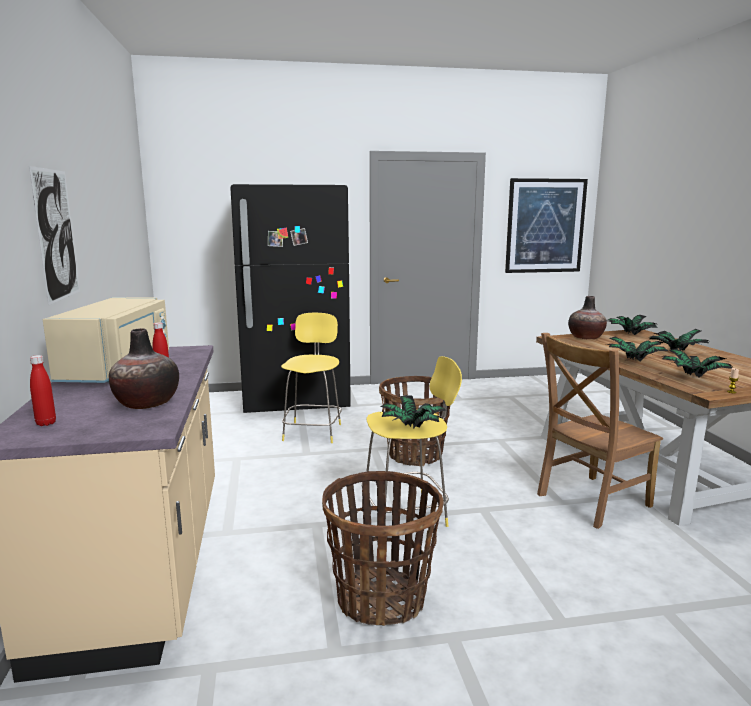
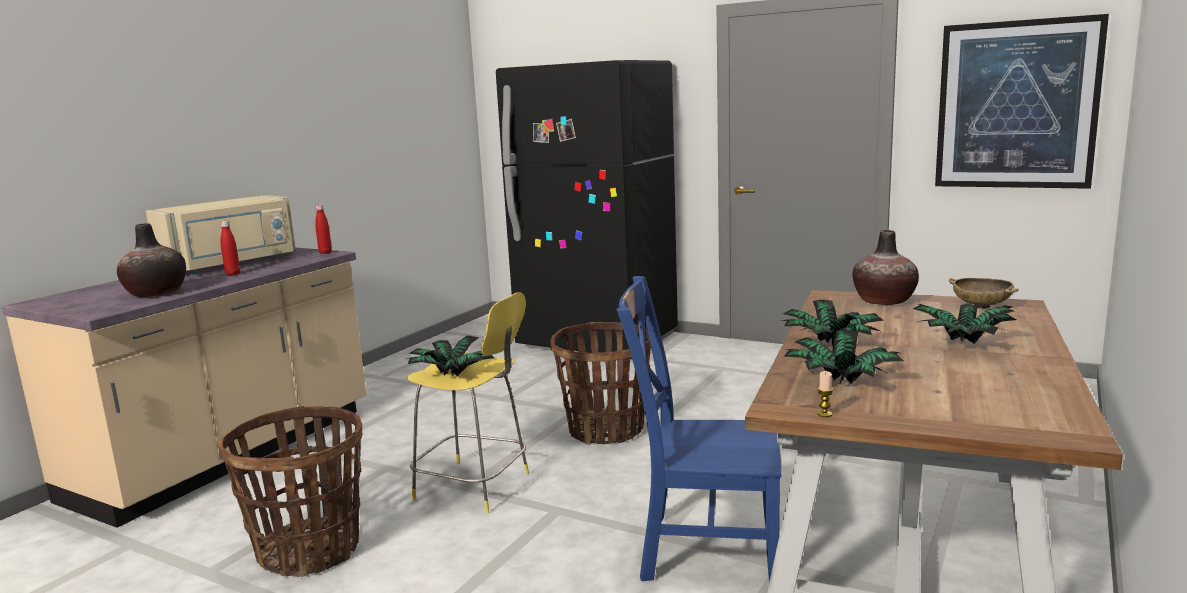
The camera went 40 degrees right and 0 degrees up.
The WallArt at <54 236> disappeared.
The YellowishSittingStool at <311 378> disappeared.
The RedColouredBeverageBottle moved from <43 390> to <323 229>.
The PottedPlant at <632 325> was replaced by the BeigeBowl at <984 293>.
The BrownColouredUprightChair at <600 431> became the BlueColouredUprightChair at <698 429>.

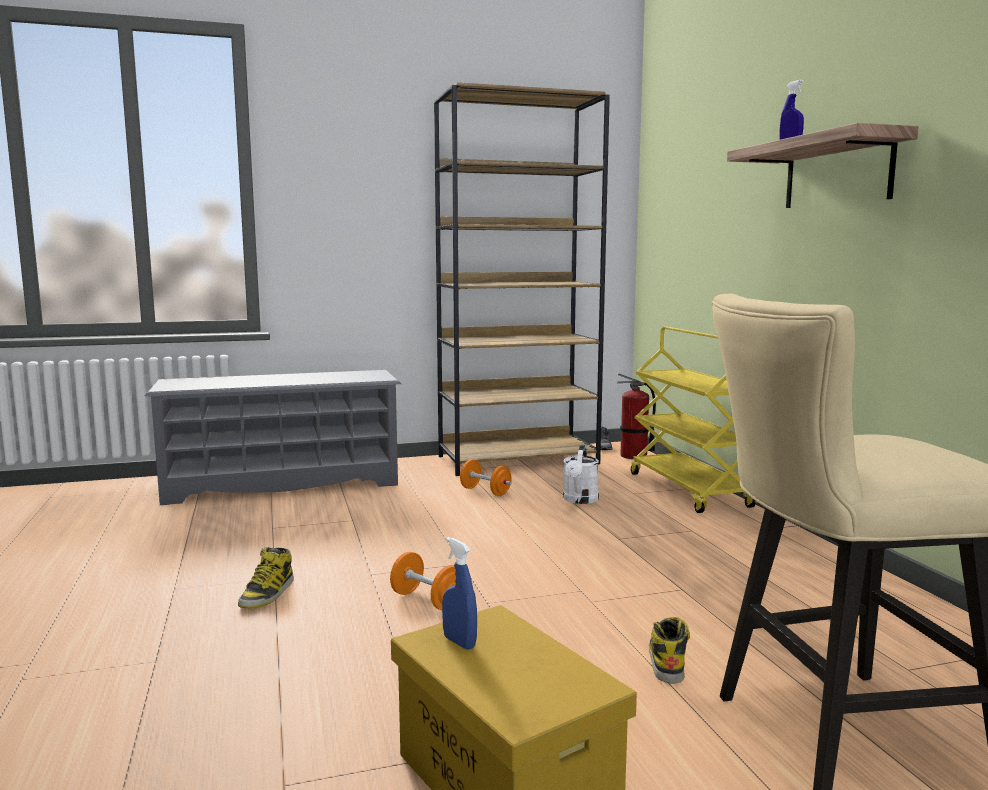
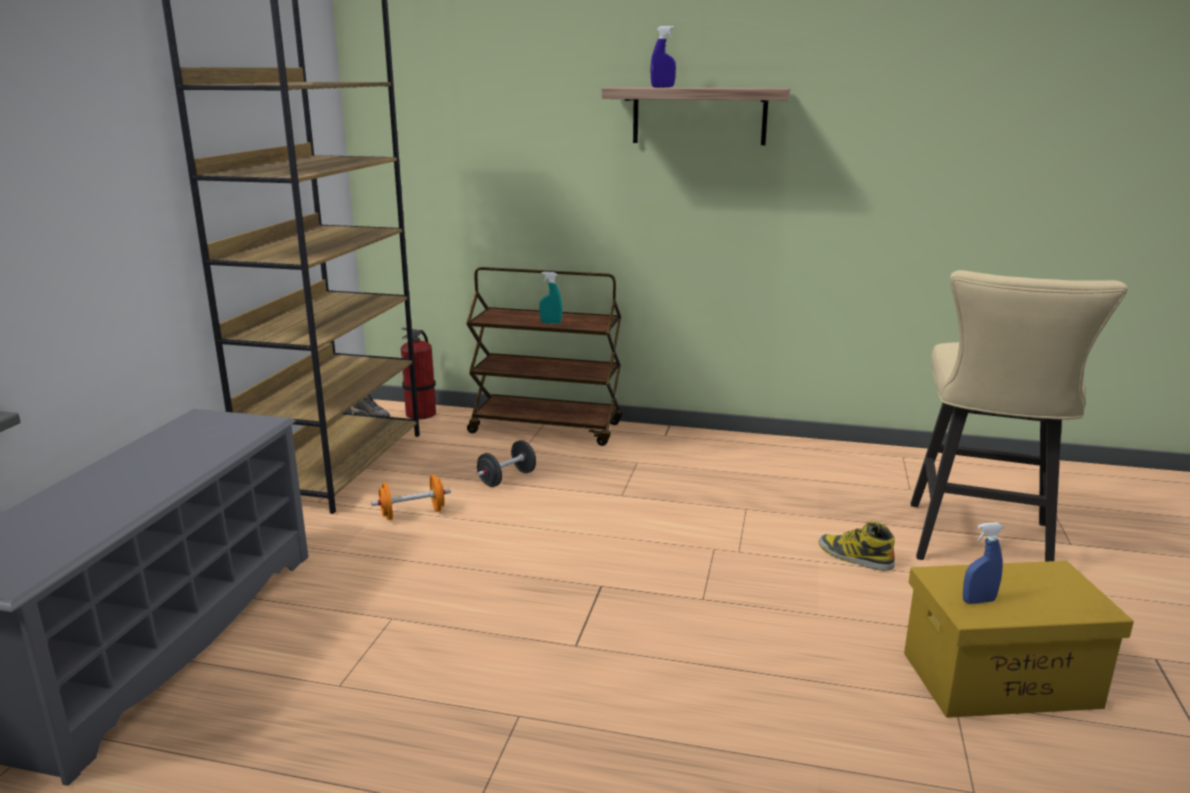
The camera went 60 degrees left and 10 degrees up.
The HighTopBoot at <266 578> disappeared.
The OrangeColouredHandWeight at <423 581> disappeared.
The TurquoiseColouredHandSprayer at <550 298> appeared.
The WhiteWateringPot at <581 474> was replaced by the BlackHandWeight at <506 463>.
The YellowishTrolley at <693 419> became the BrownColouredTrolley at <544 356>.

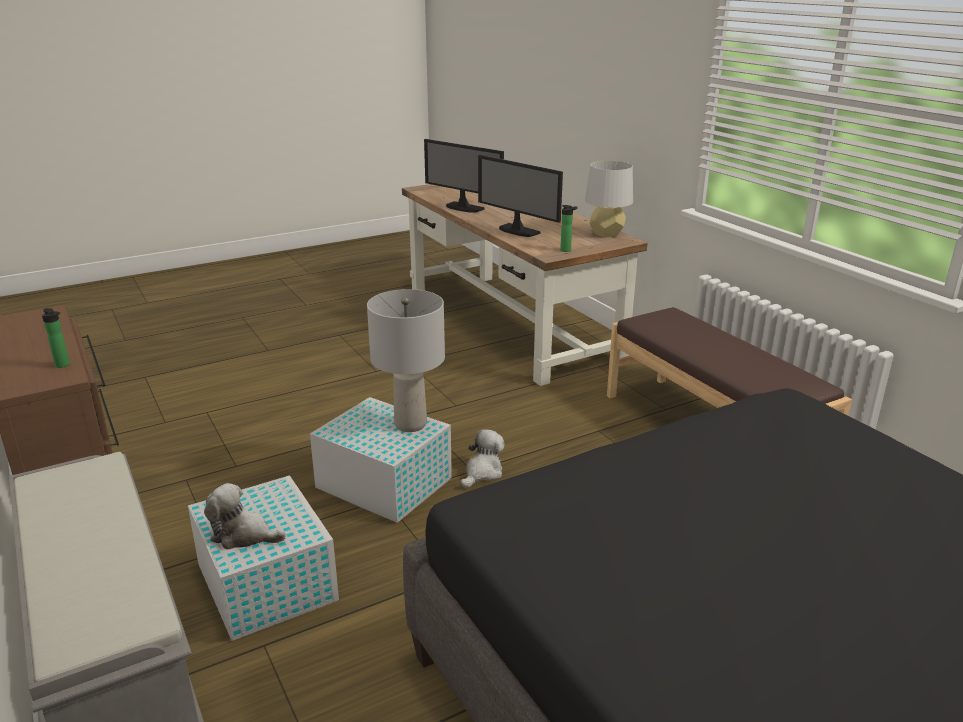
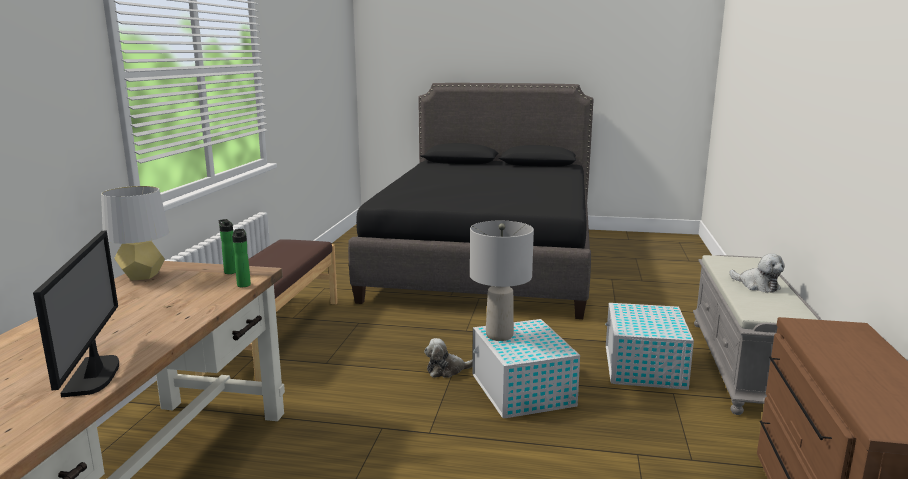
The camera went 140 degrees left and 10 degrees down.
The ComputerDisplay at <520 196> disappeared.
The BeverageBottle moved from <56 338> to <241 258>.
The PlushToy moved from <245 516> to <757 273>.

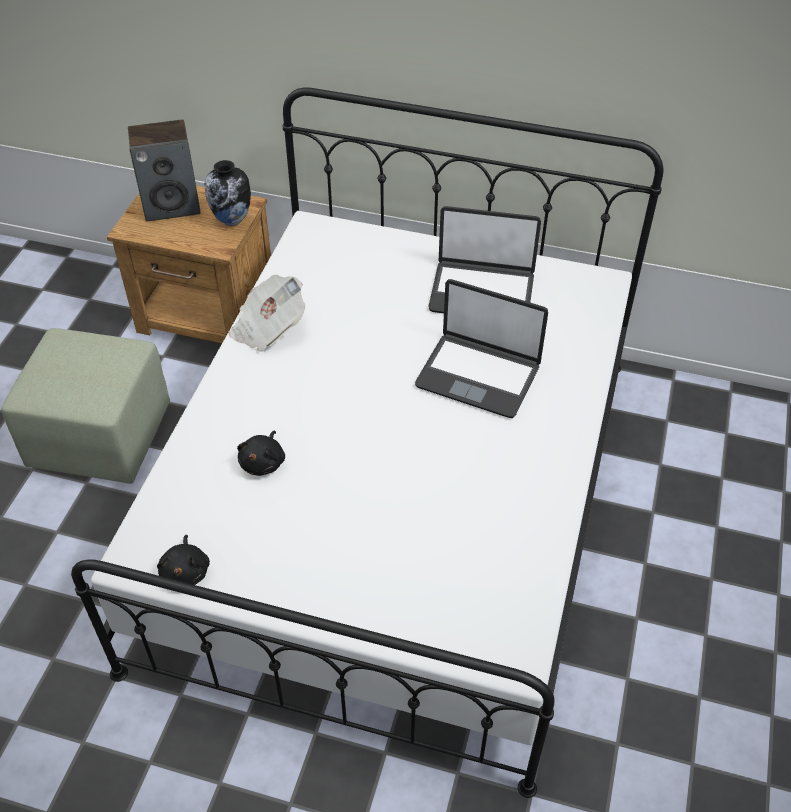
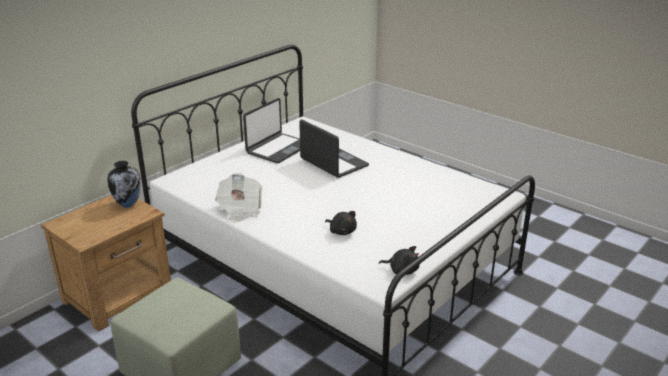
The camera went 65 degrees left and 20 degrees down.
The AudioSpeaker at <164 170> disappeared.
The NotebookComputer at <481 348> turned 90 degrees counterclockwise.

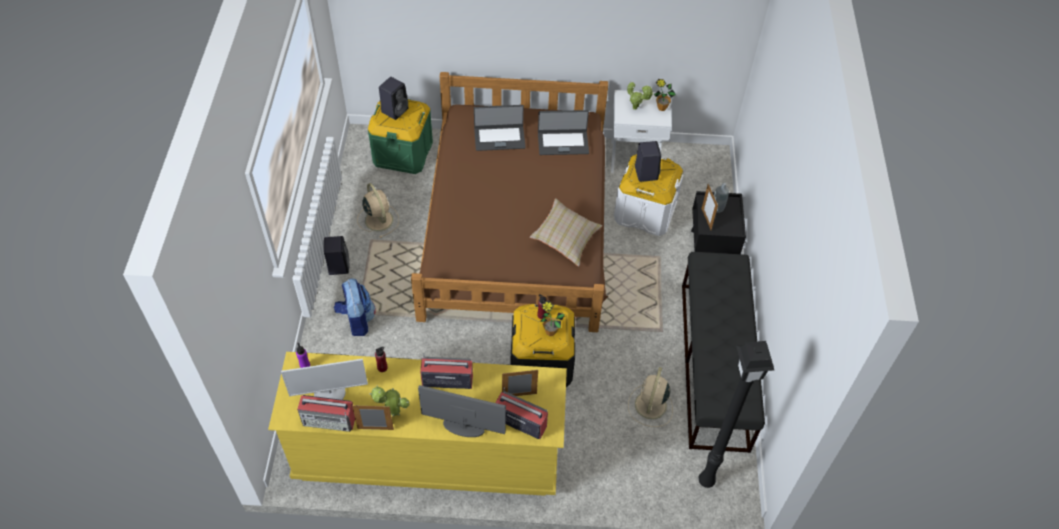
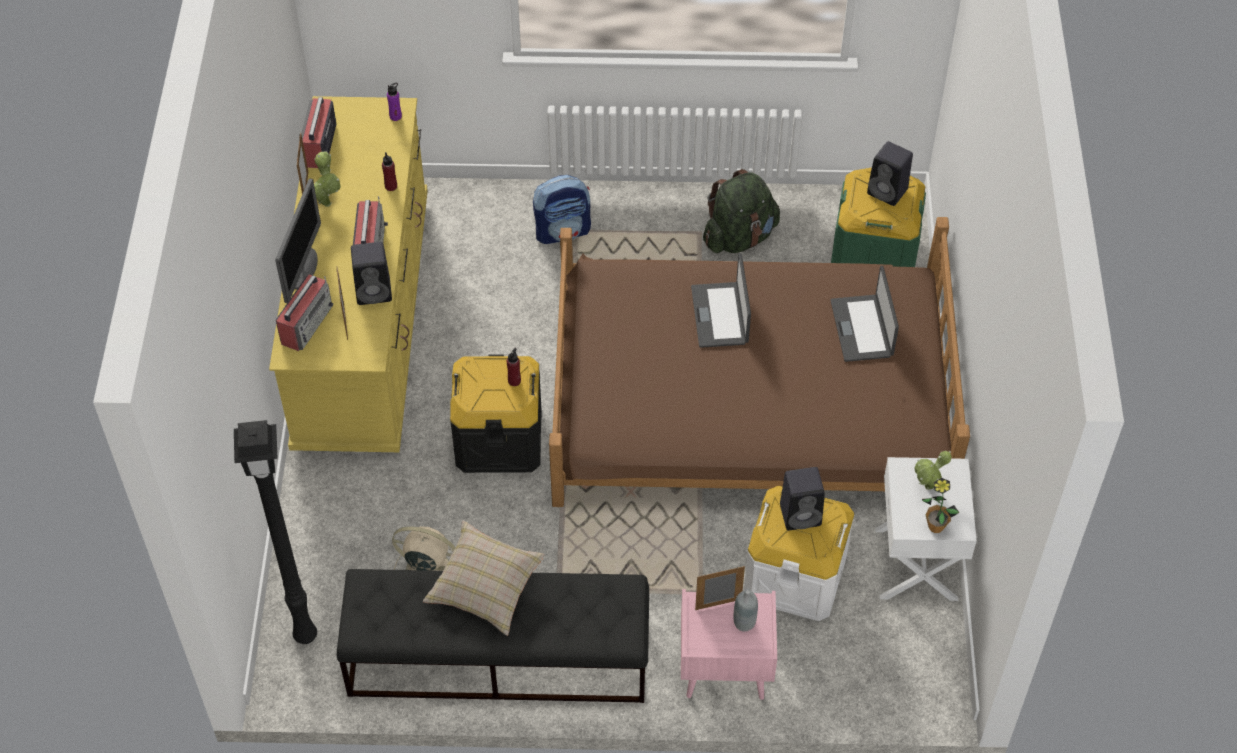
The camera went 90 degrees right and 0 degrees up.
The ComputerDisplay at <324 379> disappeared.
The PottedPlant at <552 318> disappeared.
The BlackAudioSpeaker moved from <336 255> to <371 273>.
The BeigeCushion moved from <566 232> to <484 578>.
The NotebookComputer moved from <563 132> to <721 300>.
The BeigeCoolingFan at <378 210> was replaced by the GreenColouredBackpack at <741 211>.
The BlackBedsideTable at <718 222> became the PinkColouredBedsideTable at <729 644>.

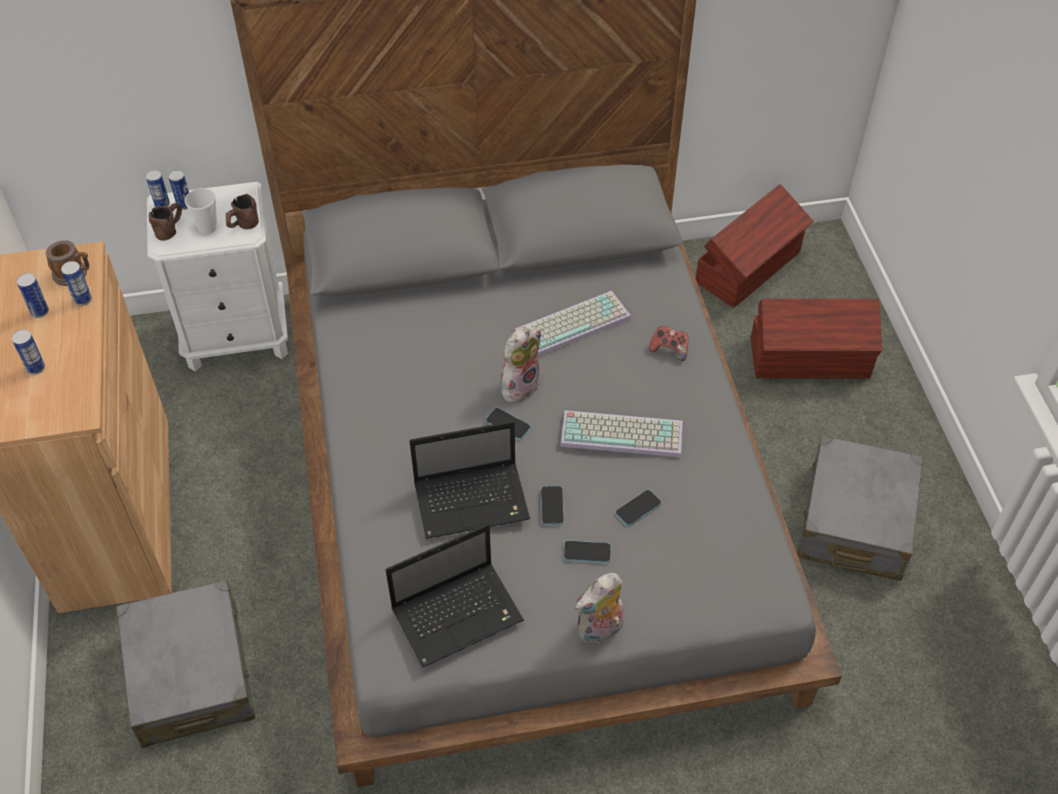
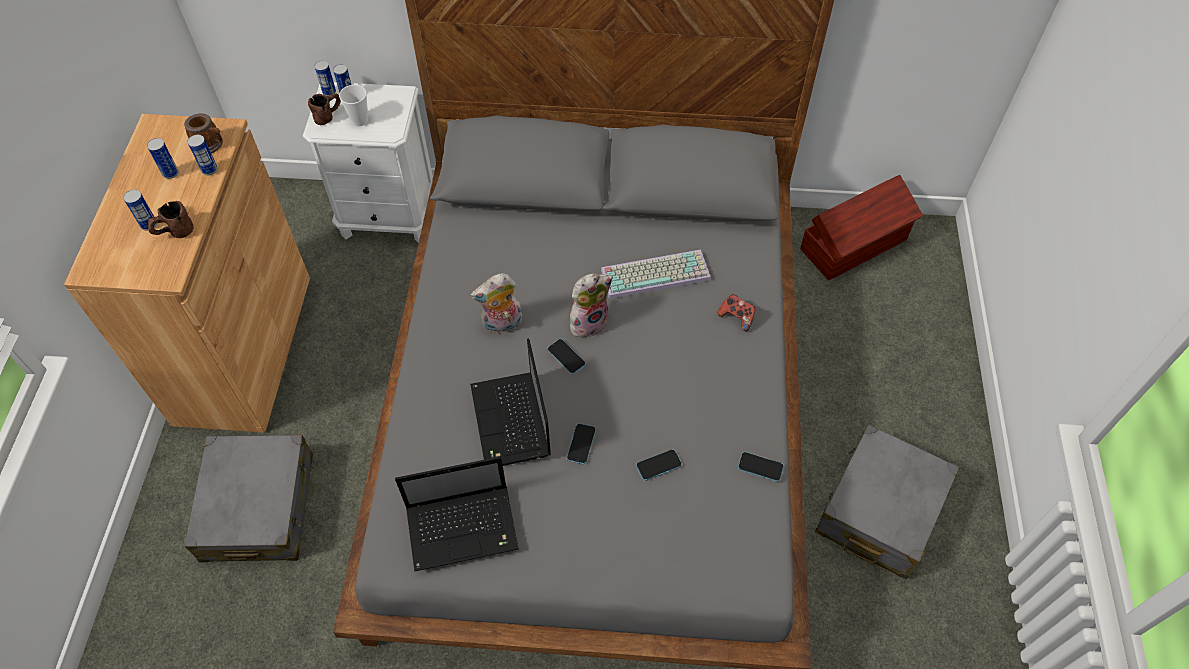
The camera went 15 degrees right and 5 degrees up.
The Keyboard at <621 433> disappeared.
The BrownColouredStorageBox at <816 338> disappeared.
The BrownColouredMug moved from <242 211> to <171 219>.
The Phone moved from <587 551> to <761 467>.
The PlushToy moved from <599 608> to <496 303>.
The NotebookComputer at <469 480> turned 75 degrees clockwise.

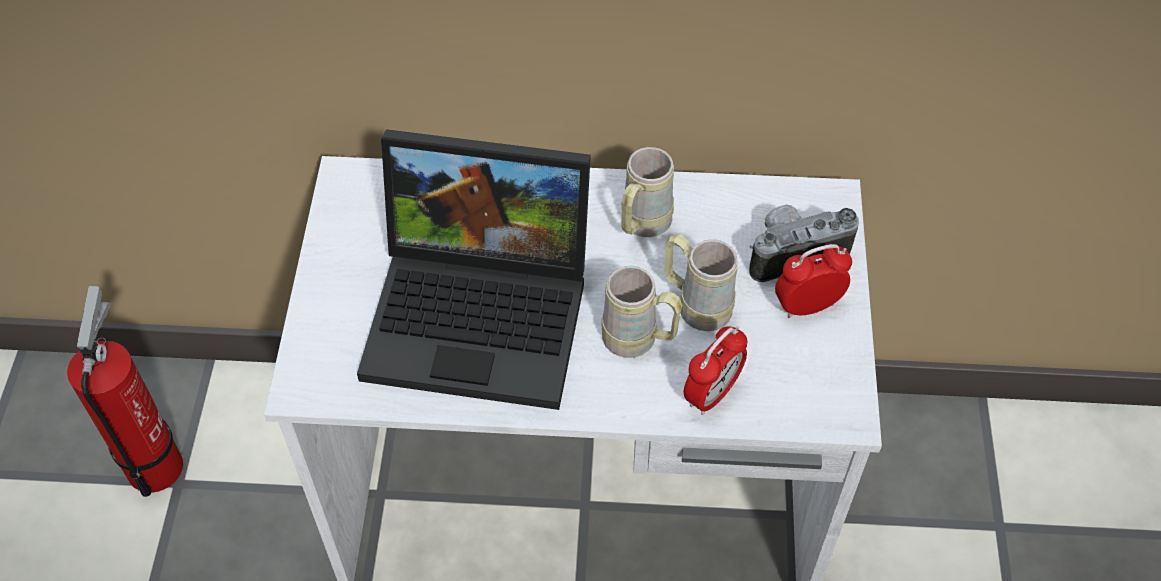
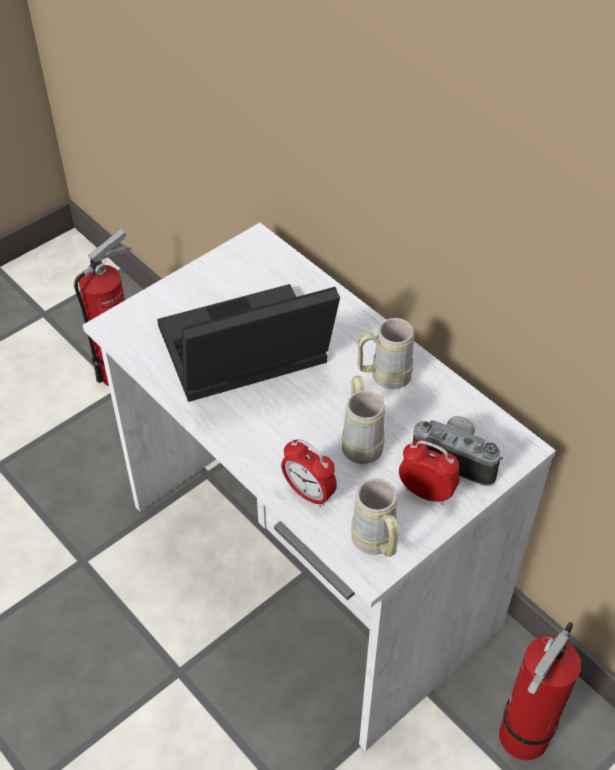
The camera went 45 degrees right and 5 degrees down.
The FireFightingCylinder at <540 691> appeared.
The BeigeMug moved from <641 312> to <375 518>.
The NotebookComputer at <474 269> turned 105 degrees clockwise.
The AlarmClock at <715 370> turned 45 degrees clockwise.

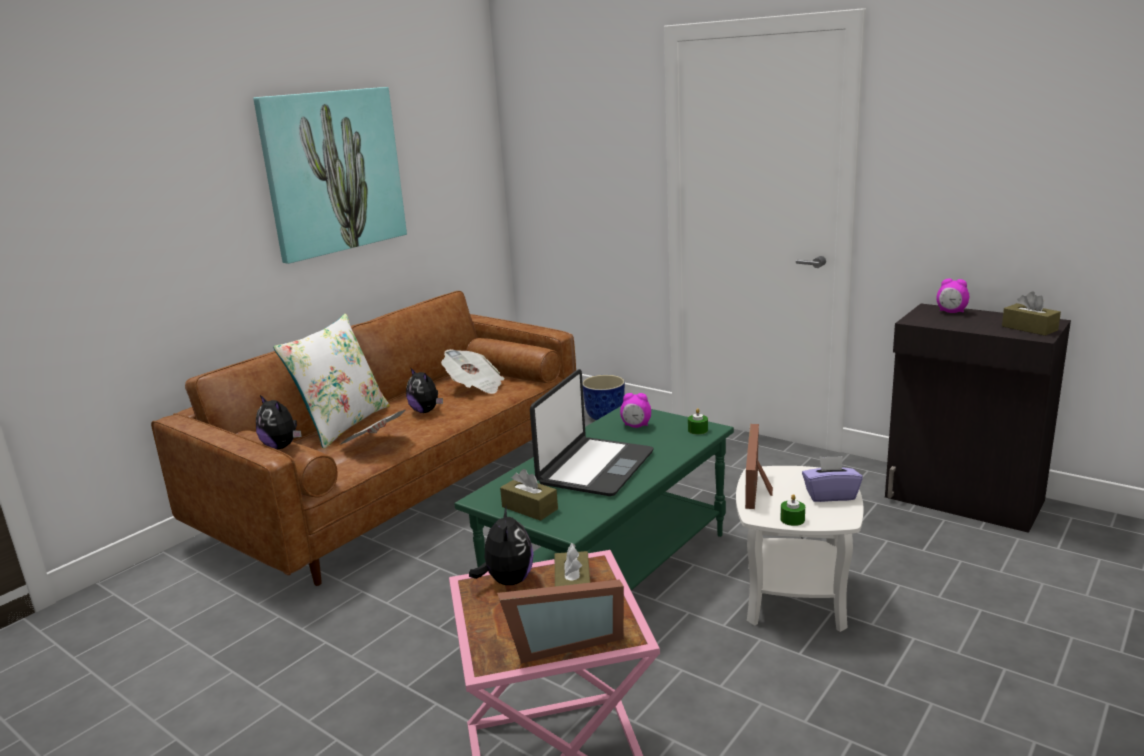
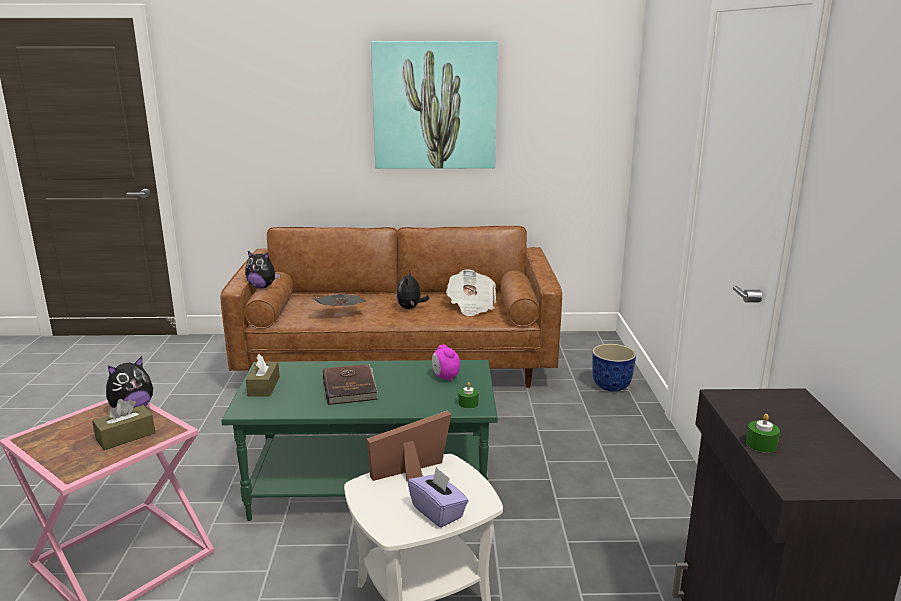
The camera went 50 degrees right and 0 degrees up.
The WhiteCushion at <331 381> disappeared.
The StandingFrame at <560 621> disappeared.
The AlarmClock at <952 296> disappeared.
The BrownColouredTissueBox at <1031 313> disappeared.
The GreenColouredCandle moved from <792 510> to <763 433>.
The NotebookComputer at <591 432> was replaced by the BrownColouredBoundBook at <350 384>.
The PlushToy at <279 422> turned 75 degrees counterclockwise.

